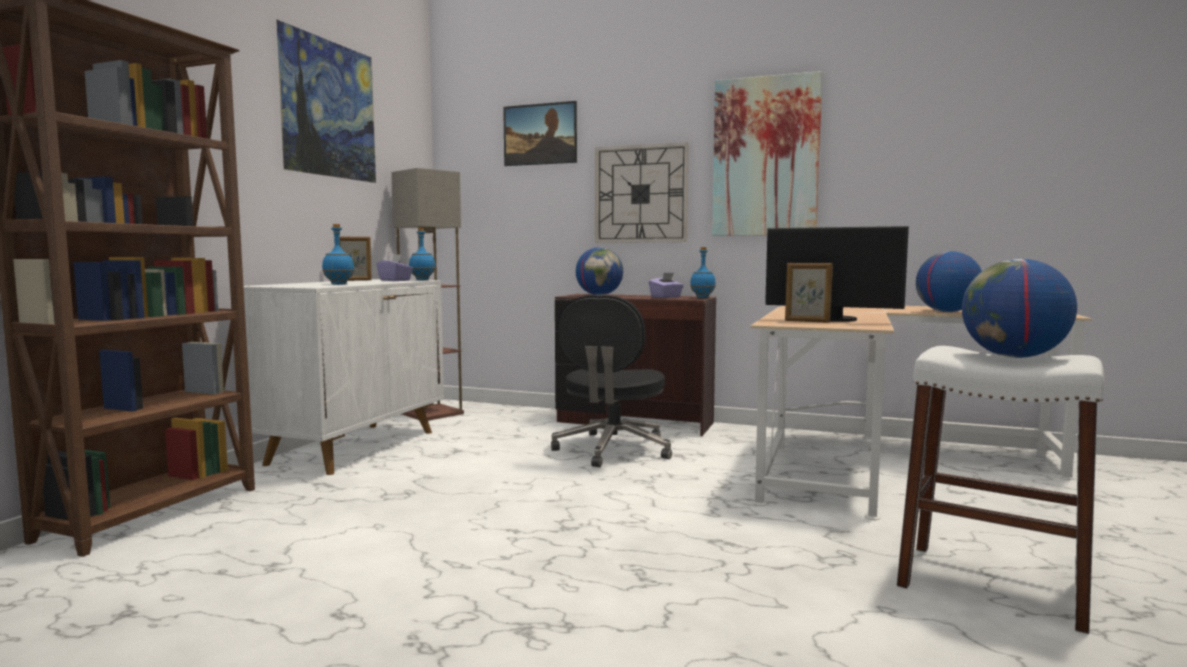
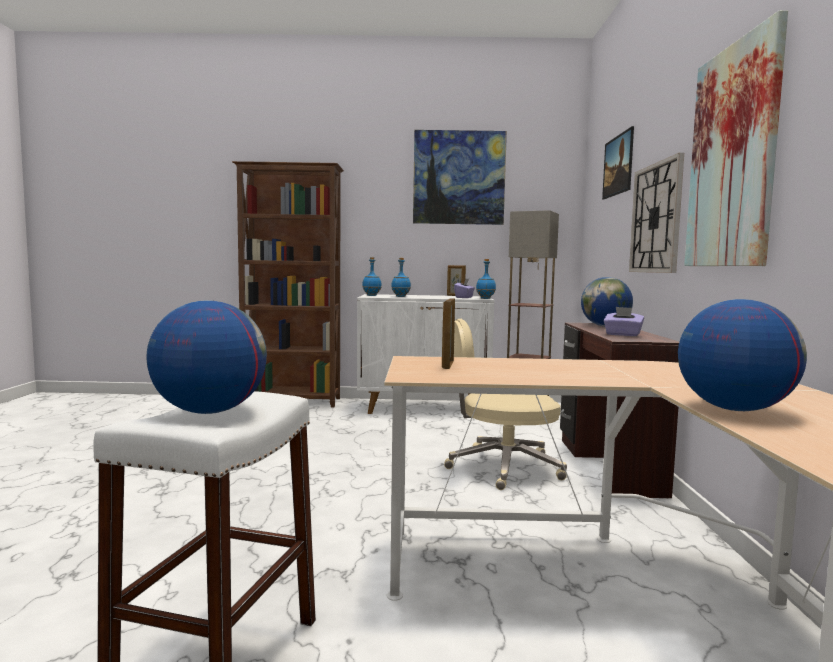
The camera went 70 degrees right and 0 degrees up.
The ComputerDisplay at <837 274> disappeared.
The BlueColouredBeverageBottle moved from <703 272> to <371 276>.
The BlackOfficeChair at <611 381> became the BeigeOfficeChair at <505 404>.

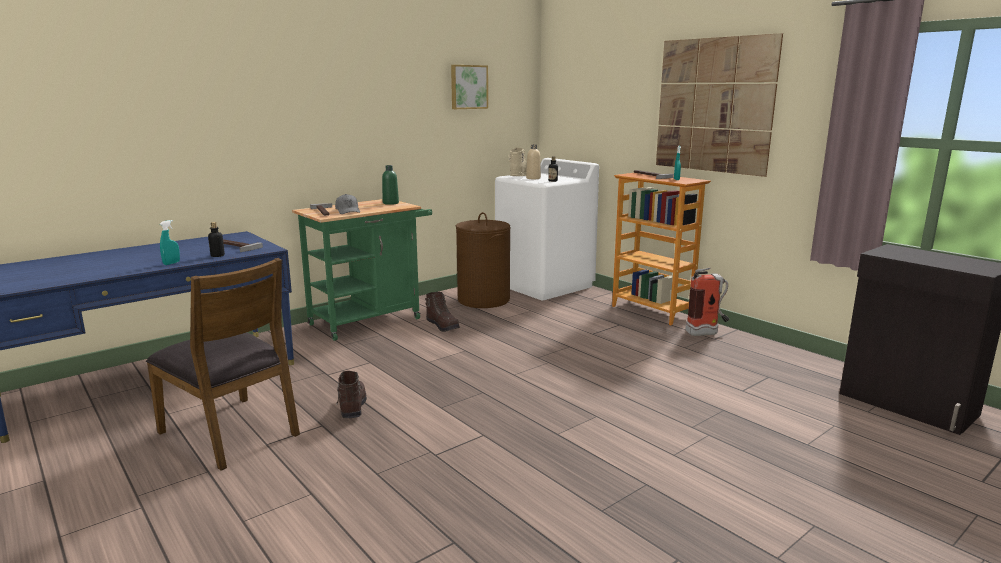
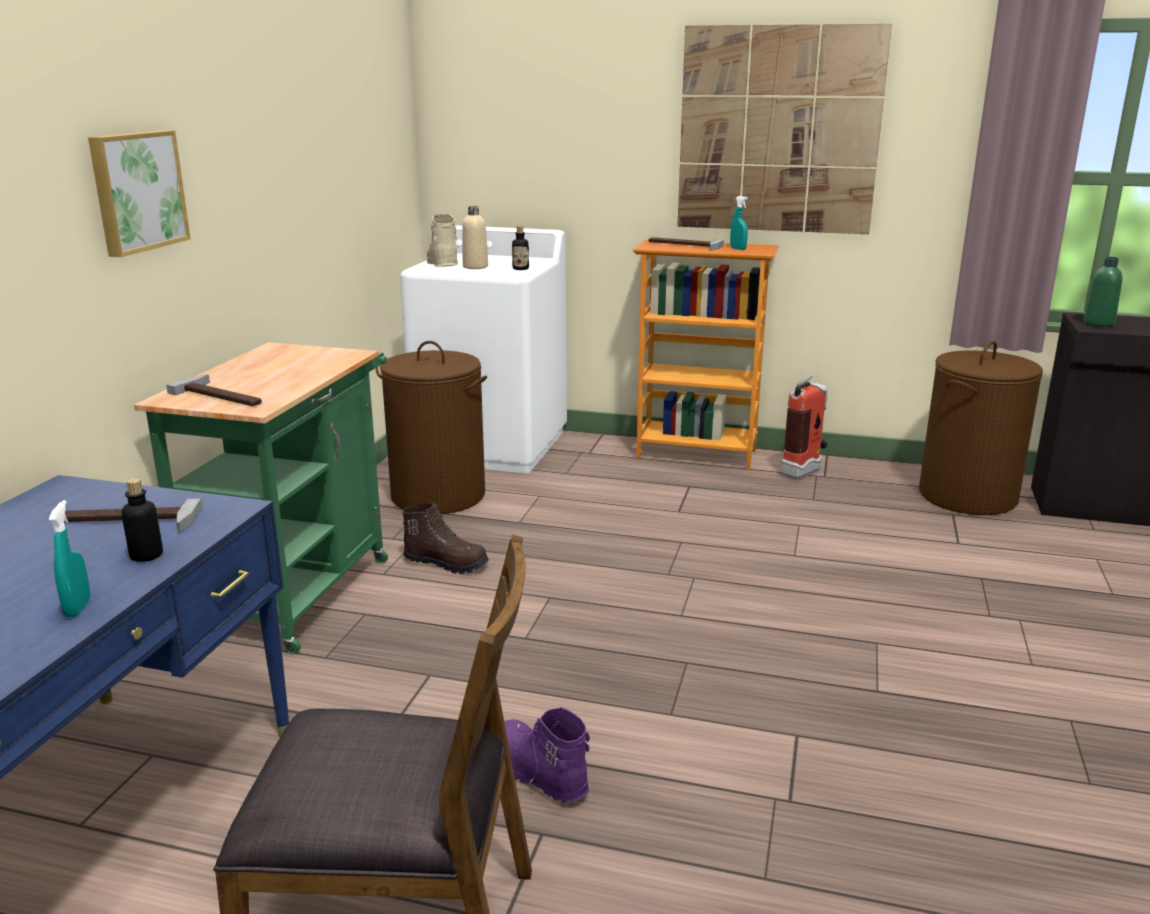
The camera went 35 degrees left and 5 degrees up.
The GreyishCap at <347 204> disappeared.
The BrownColouredWashingBasket at <981 428> appeared.
The GreenColouredBeverageBottle moved from <390 185> to <1103 292>.
The WallArt moved from <469 87> to <139 193>.
The BrownColouredHighTopBoot at <351 395> became the PurpleHighTopBoot at <547 755>.

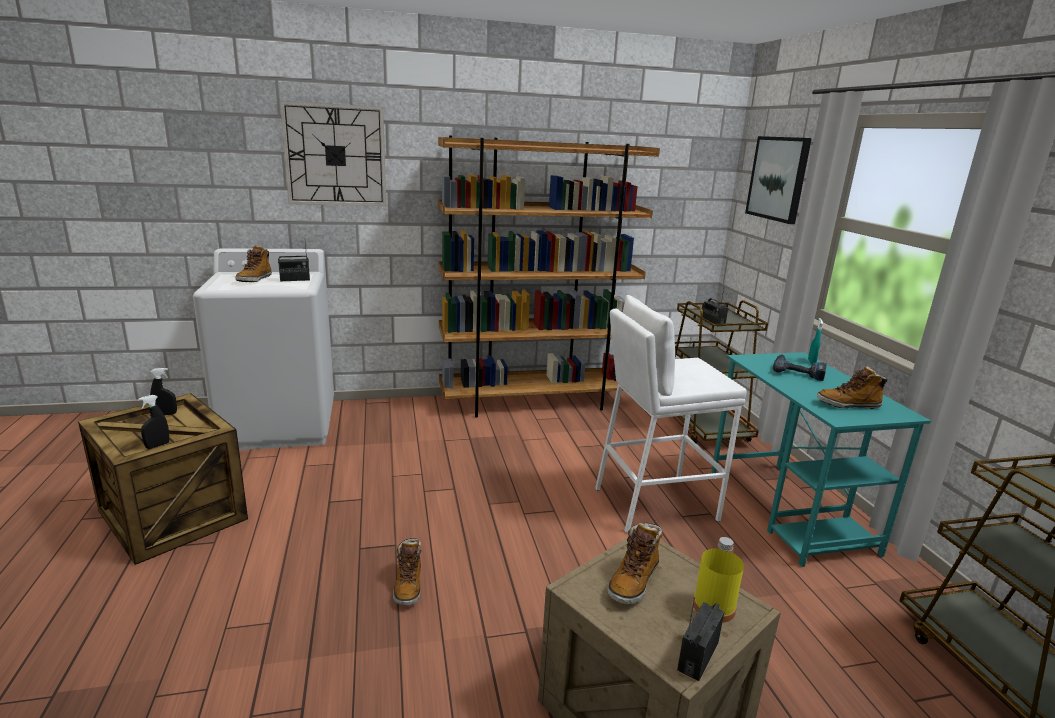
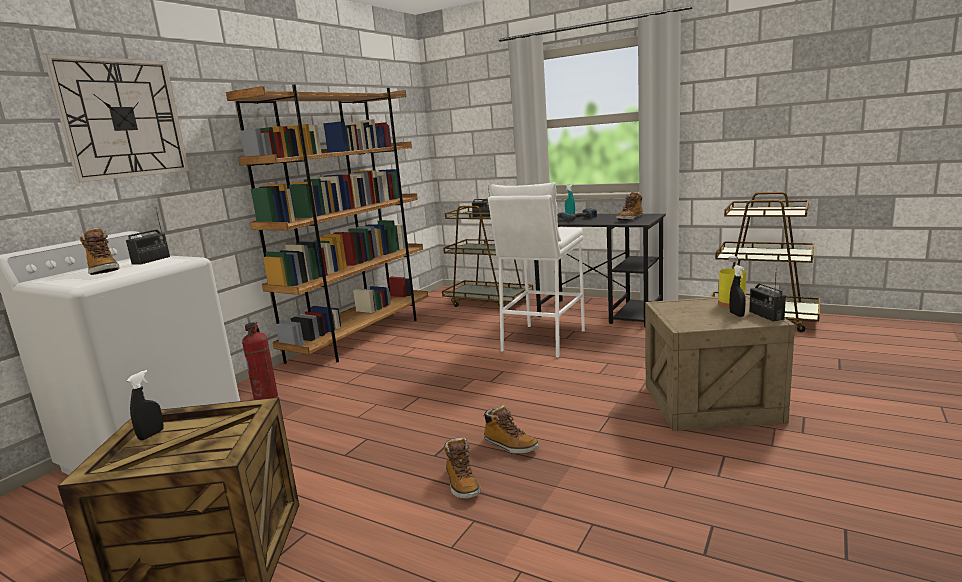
The camera went 45 degrees left and 5 degrees down.
The WallArt at <778 180> disappeared.
The FireFightingCylinder at <260 361> appeared.
The BlackHandSprayer moved from <153 422> to <737 291>.
The HighTopBoot moved from <635 563> to <462 467>.
The TurquoiseColouredDeskUnit at <821 459> became the BlackDeskUnit at <600 270>.

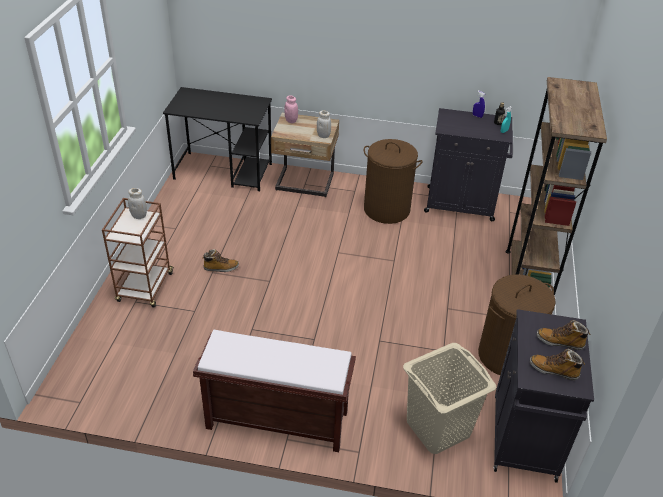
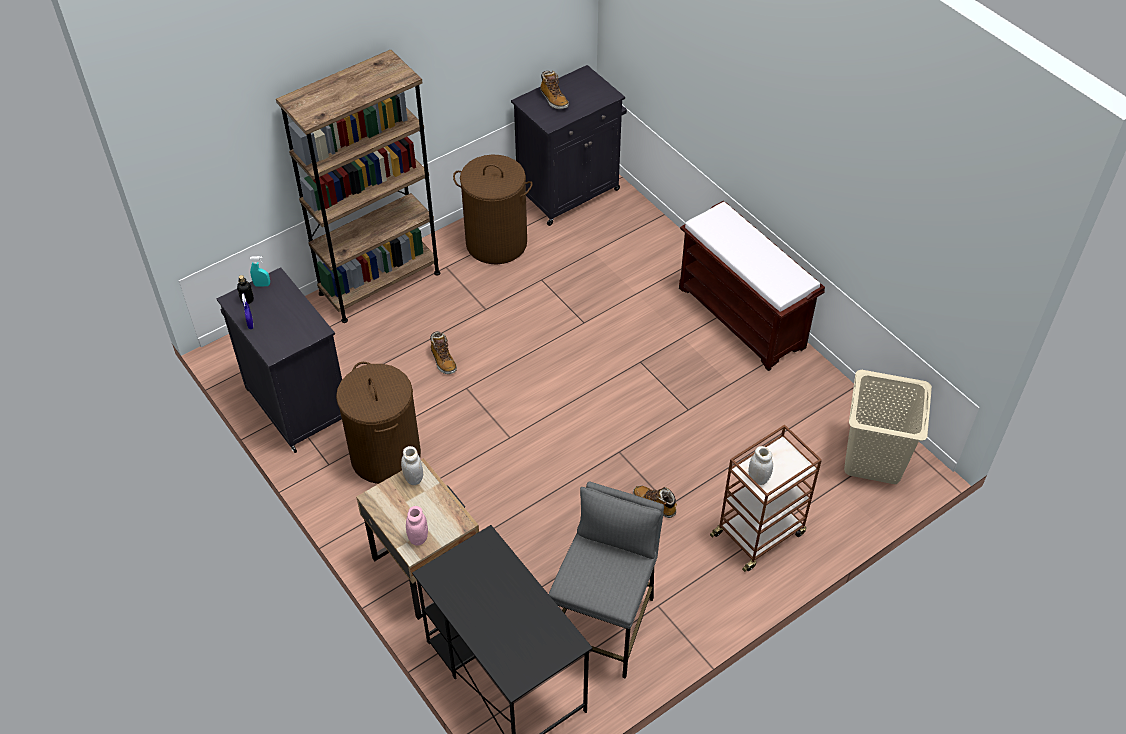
The camera went 135 degrees left and 10 degrees up.
The GreyishSittingStool at <606 580> appeared.
The BeigeWashingBasket moved from <450 398> to <888 427>.
The HighTopBoot moved from <557 364> to <443 352>.

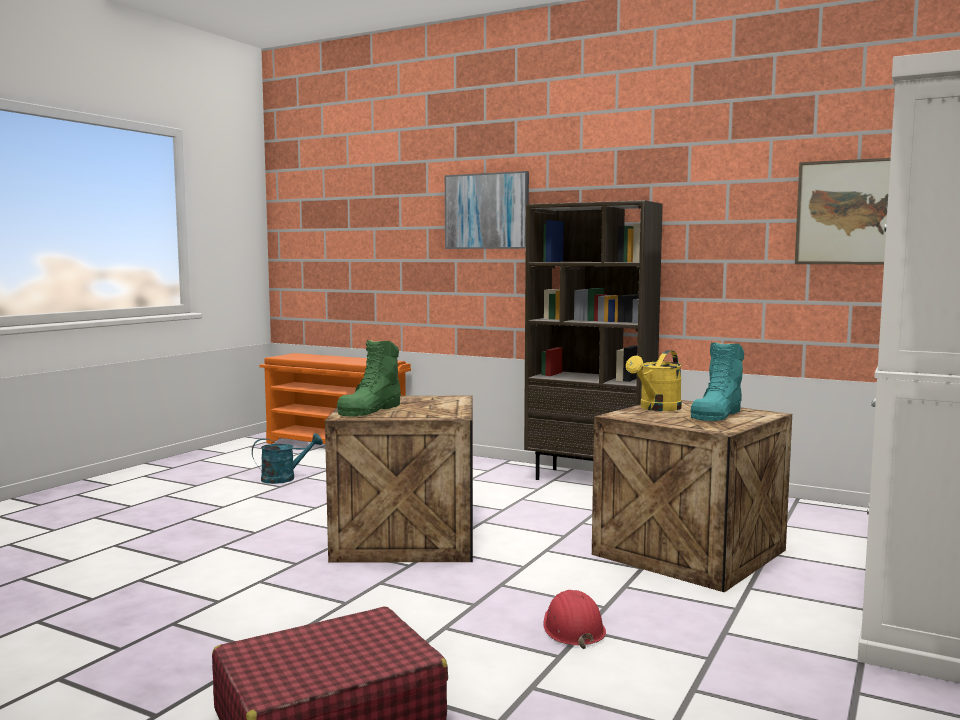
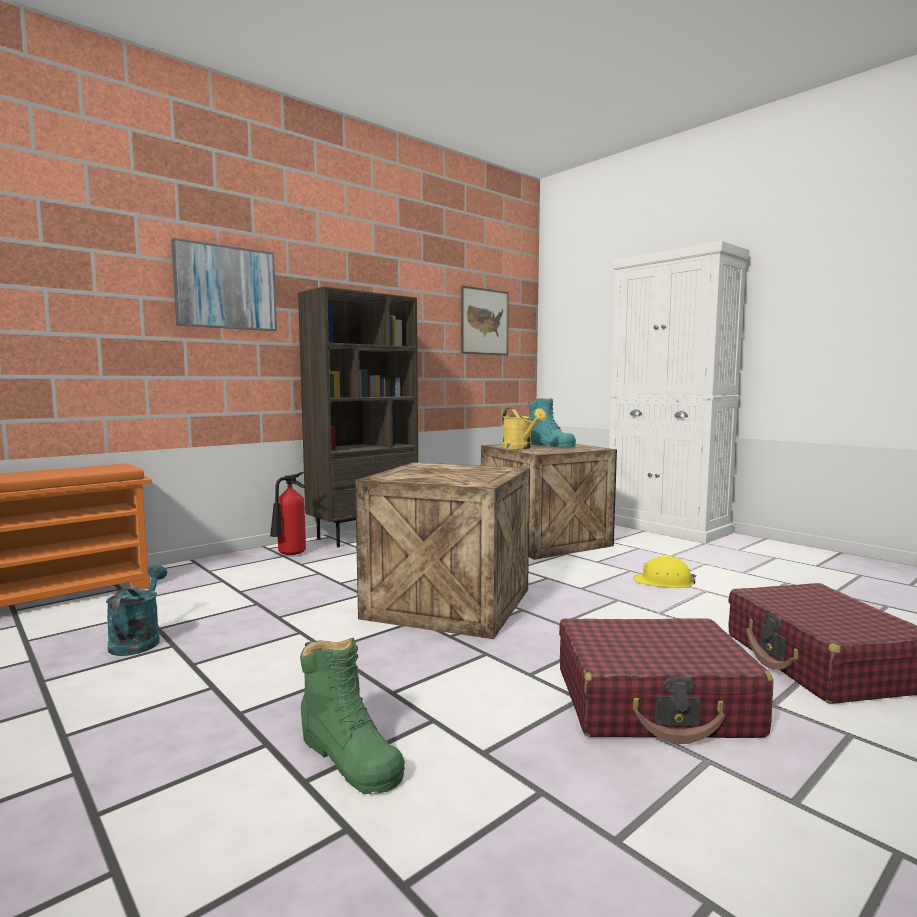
The camera went 70 degrees left and 0 degrees up.
The FireFightingCylinder at <288 513> appeared.
The RedColouredPieceOfLuggage at <666 681> appeared.
The GreenColouredHighTopBoot moved from <369 378> to <352 716>.
The RedColouredSafetyHelmet at <574 619> became the YellowishSafetyHelmet at <665 572>.

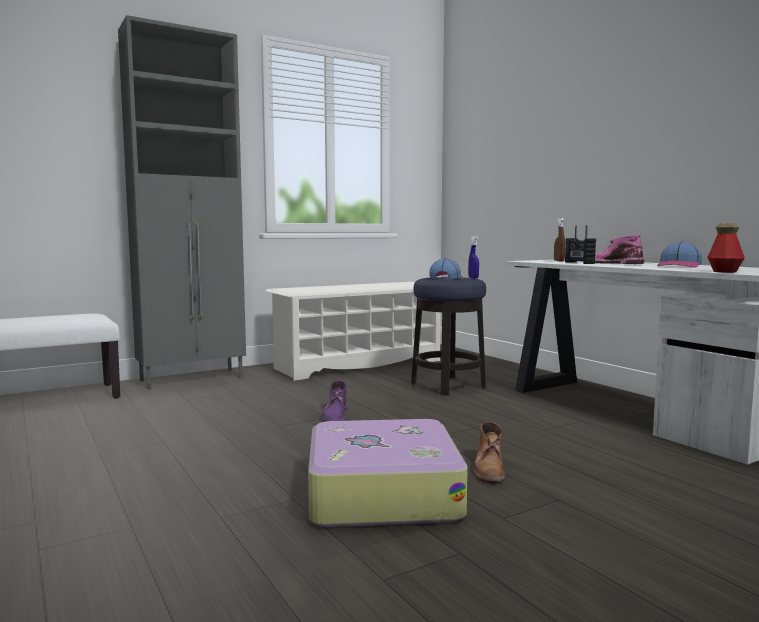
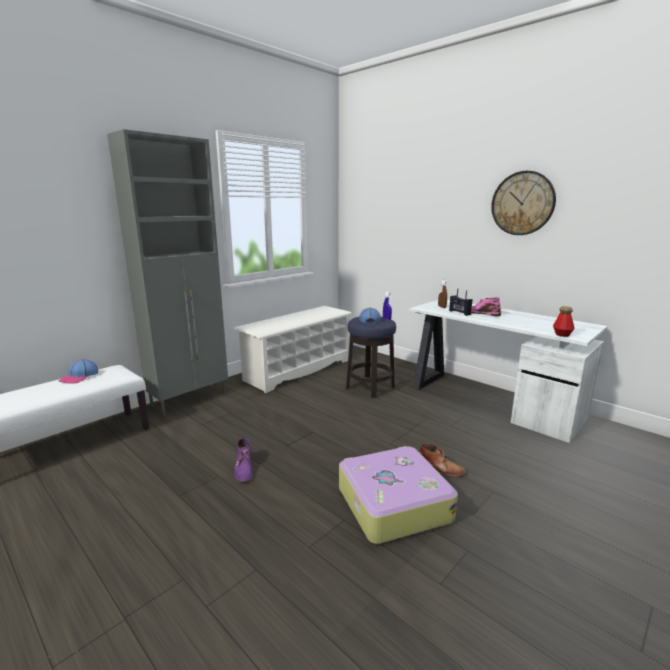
The camera went 15 degrees left and 10 degrees up.
The ClockOnTheWall at <523 203> appeared.
The PurpleHighTopBoot moved from <334 401> to <243 460>.
The Cap moved from <679 254> to <78 371>.
The BrownColouredHighTopBoot at <489 452> turned 60 degrees counterclockwise.

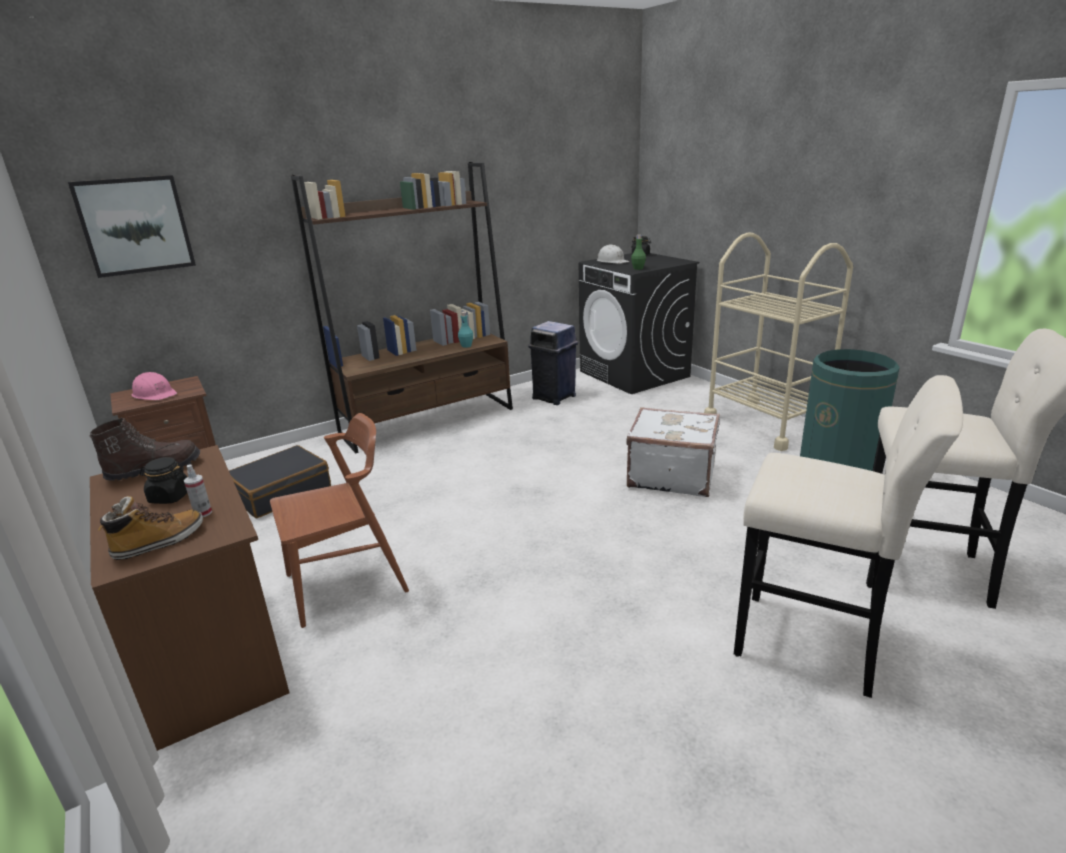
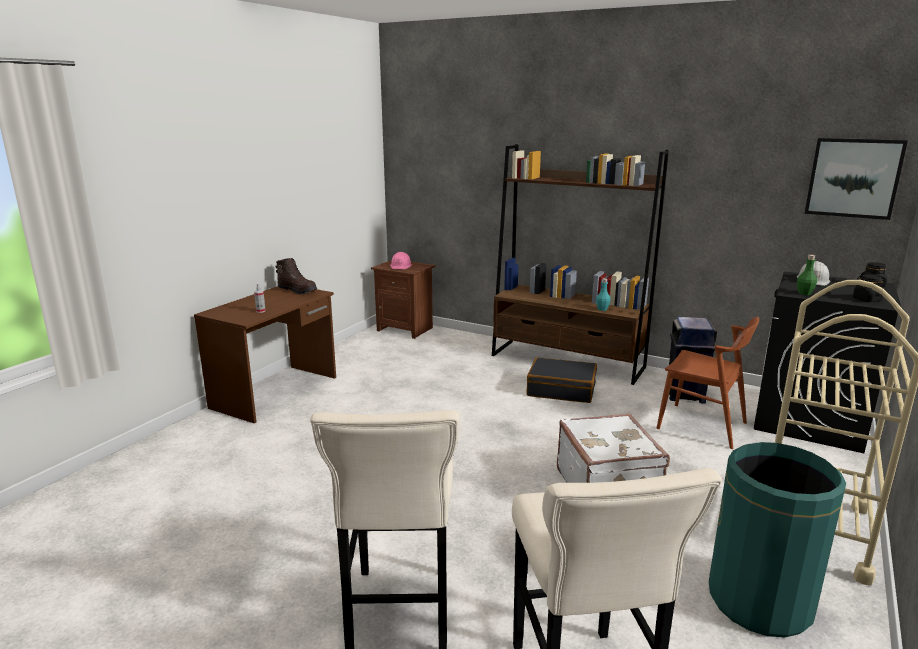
The camera went 60 degrees right and 5 degrees down.
The HighTopBoot at <150 528> disappeared.
The WallArt moved from <132 226> to <856 179>.
The BlackStorageJar moved from <163 480> to <868 288>.
The BlackPieceOfLuggage moved from <280 481> to <562 380>.
The BrownColouredUprightChair moved from <339 520> to <708 383>.

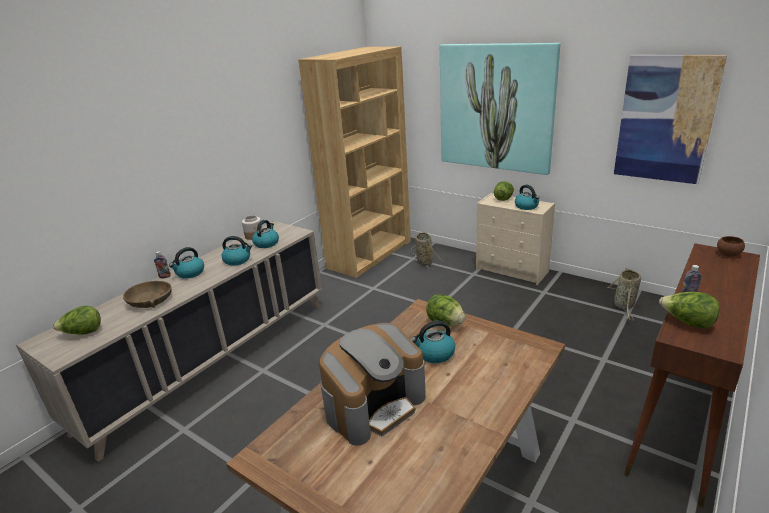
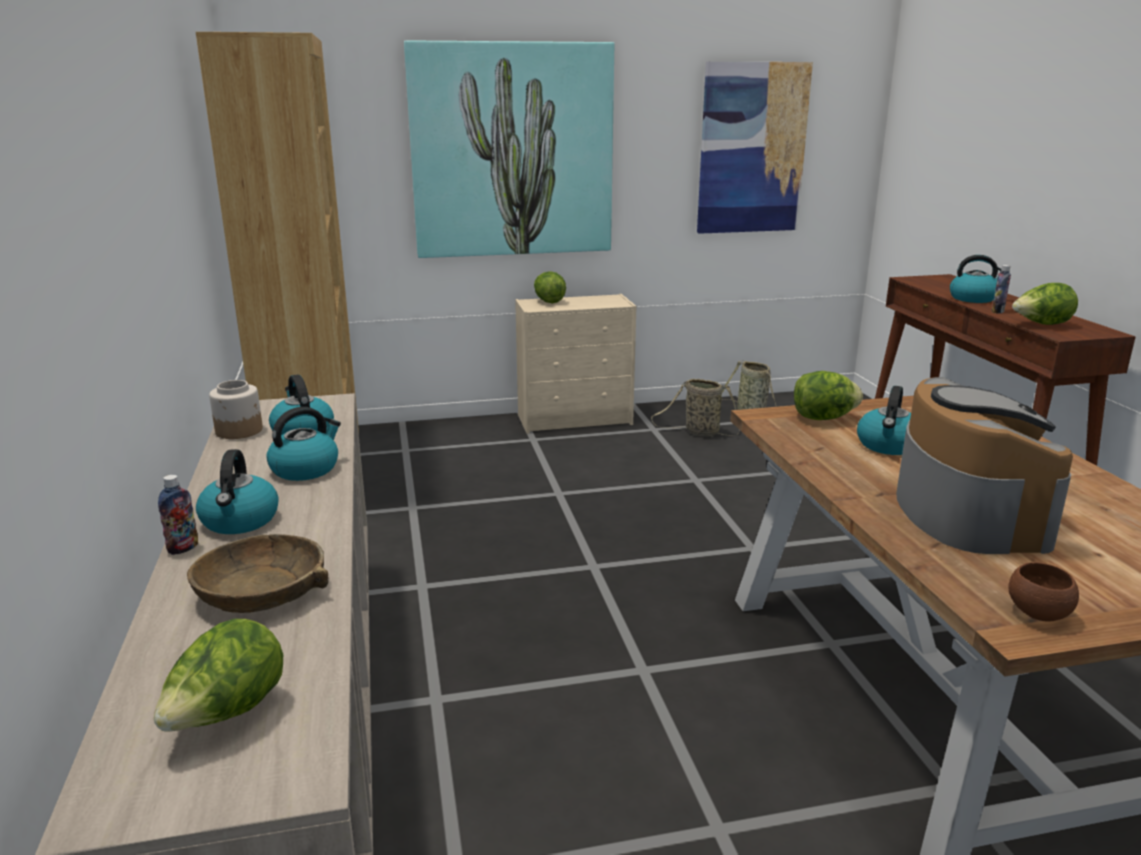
The camera went 50 degrees left and 5 degrees down.
The Basket moved from <427 250> to <695 408>.
The TeaKettle moved from <527 197> to <975 279>.
The BrownColouredBowl moved from <731 246> to <1043 592>.

